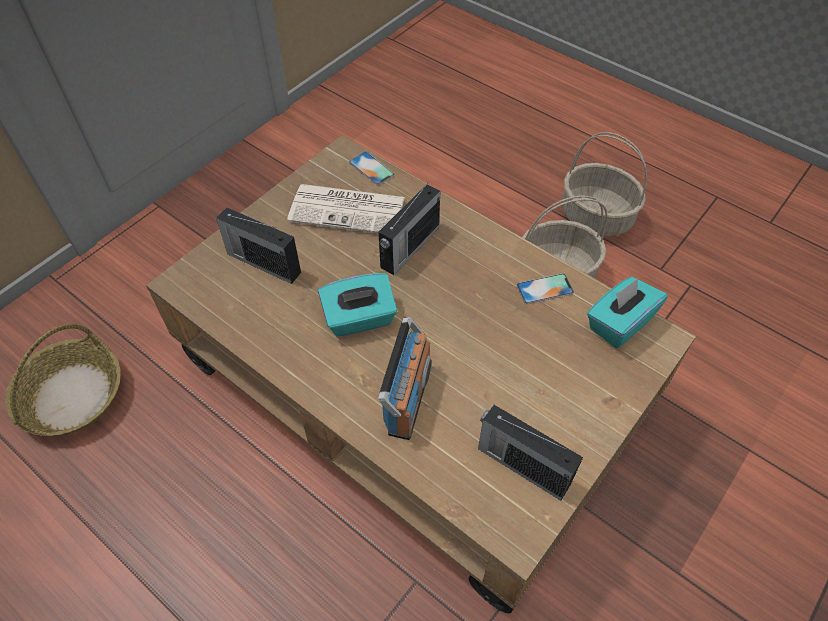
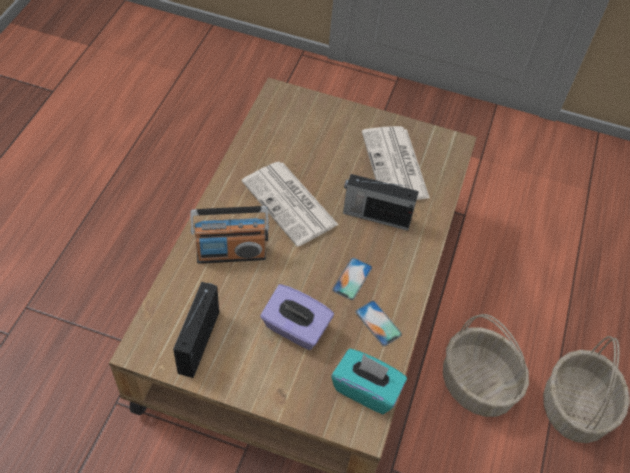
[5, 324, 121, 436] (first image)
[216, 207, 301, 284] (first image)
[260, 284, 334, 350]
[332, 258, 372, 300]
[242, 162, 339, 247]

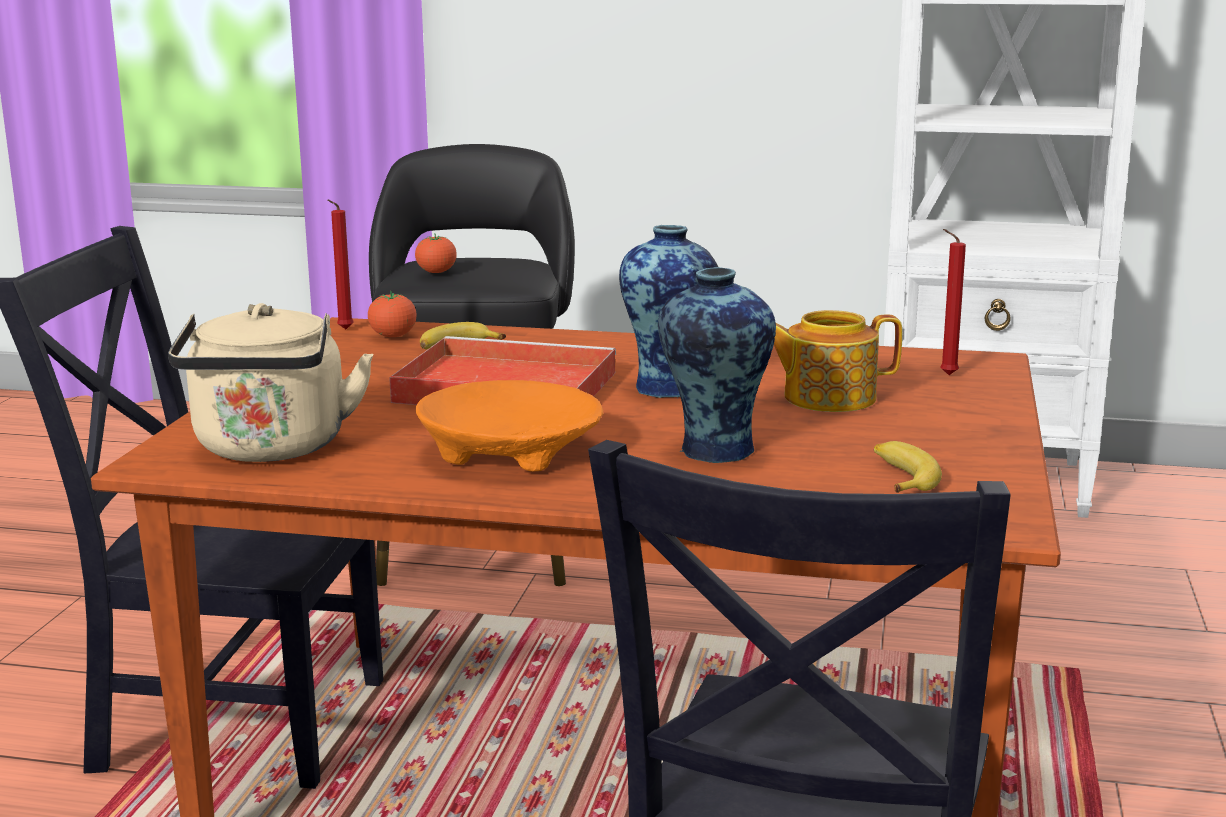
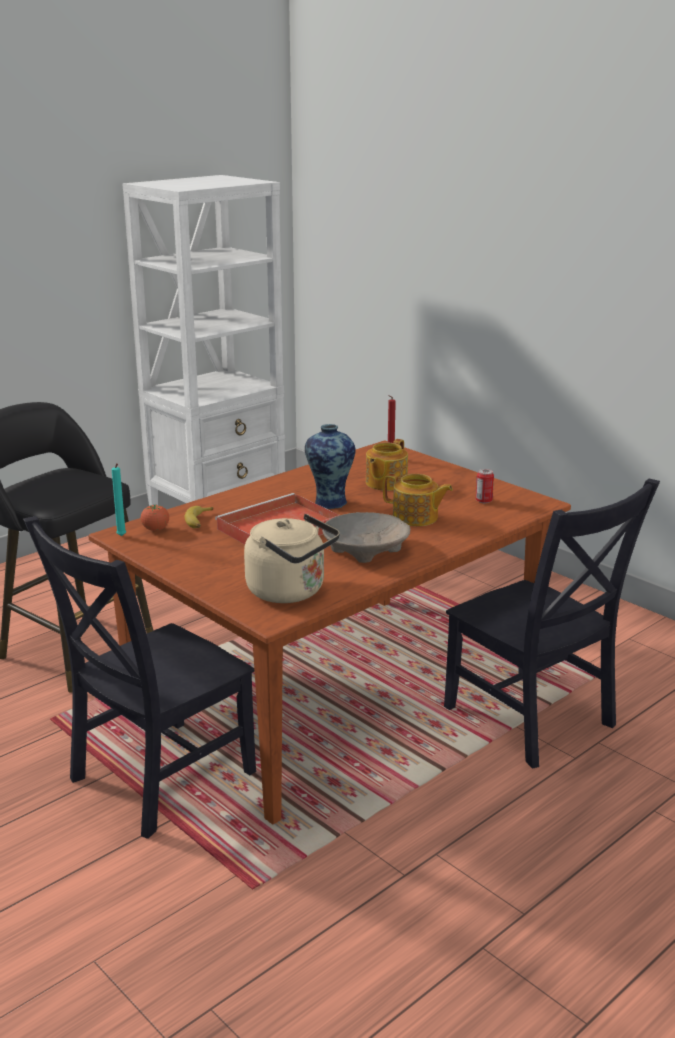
[415, 234, 457, 273] (first image)
[383, 474, 453, 526]
[476, 469, 494, 503]
[112, 463, 126, 536]
[322, 512, 410, 563]

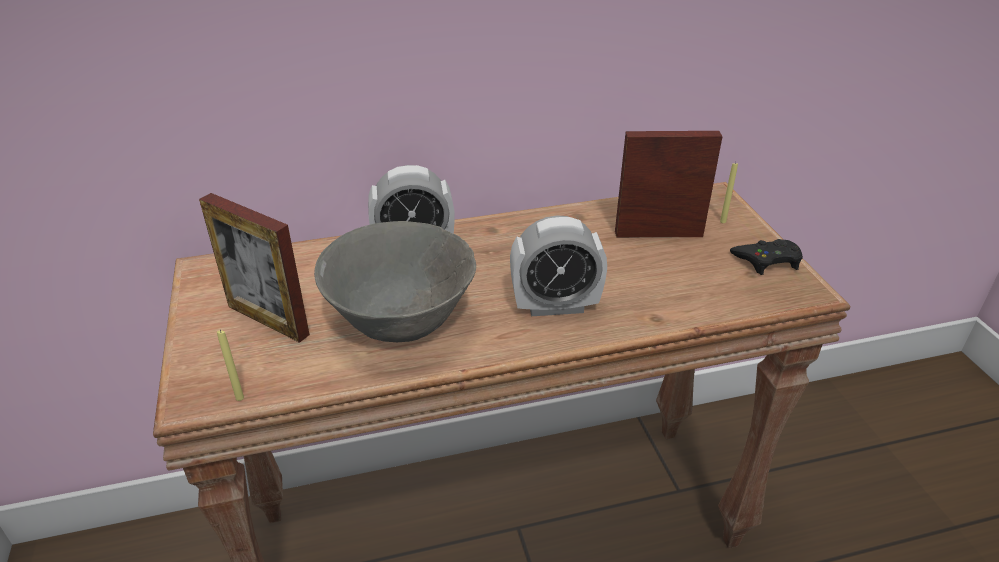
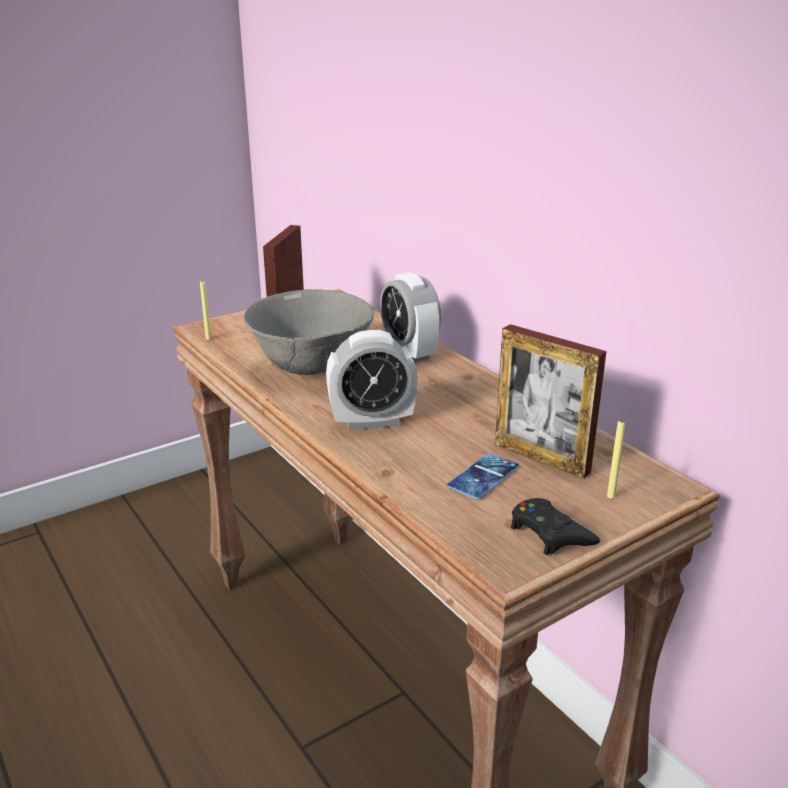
[447, 453, 519, 500]
[326, 330, 418, 430]
[495, 324, 606, 478]

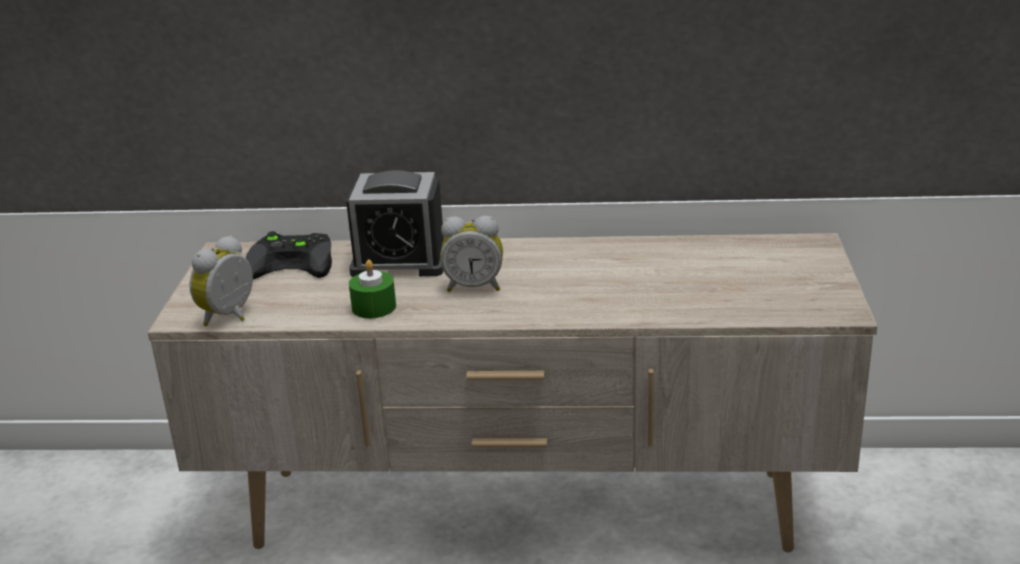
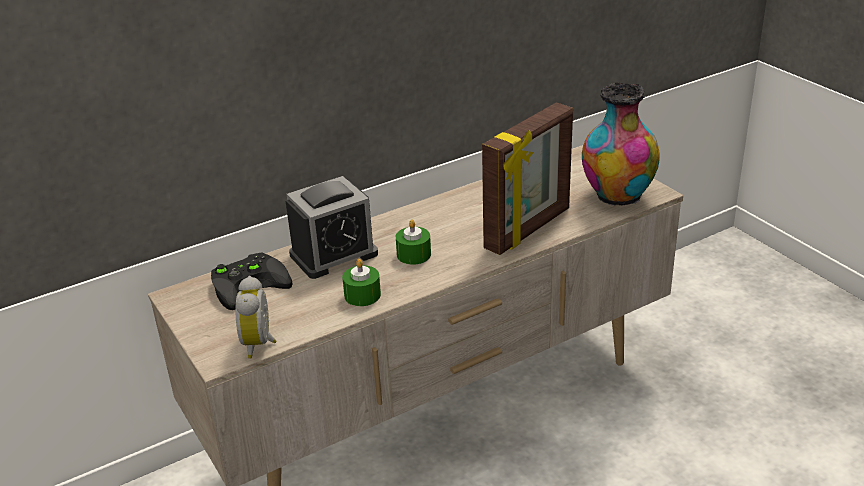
[482, 103, 573, 255]
[582, 83, 660, 207]
[396, 219, 431, 265]

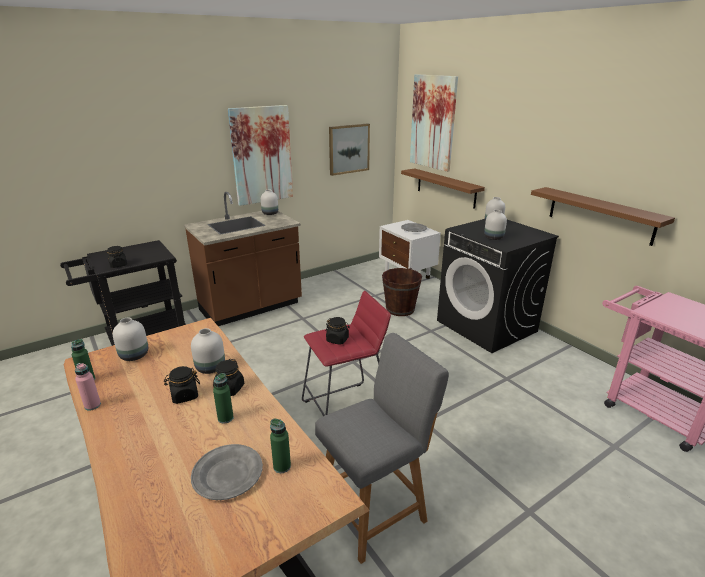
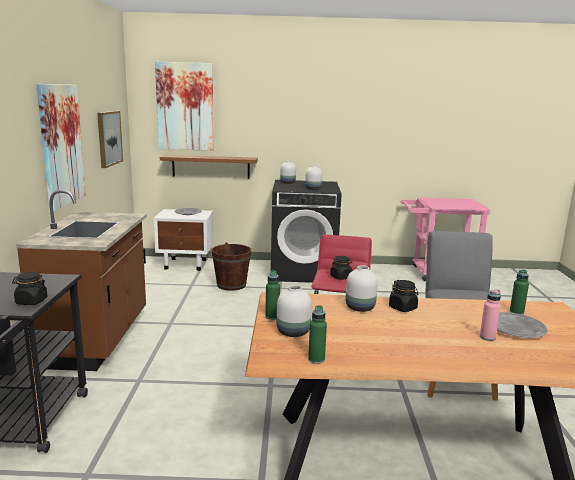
[164, 366, 200, 404] (first image)
[261, 190, 278, 215] (first image)
[531, 187, 675, 246] (first image)
[480, 289, 501, 341]
[265, 270, 280, 320]

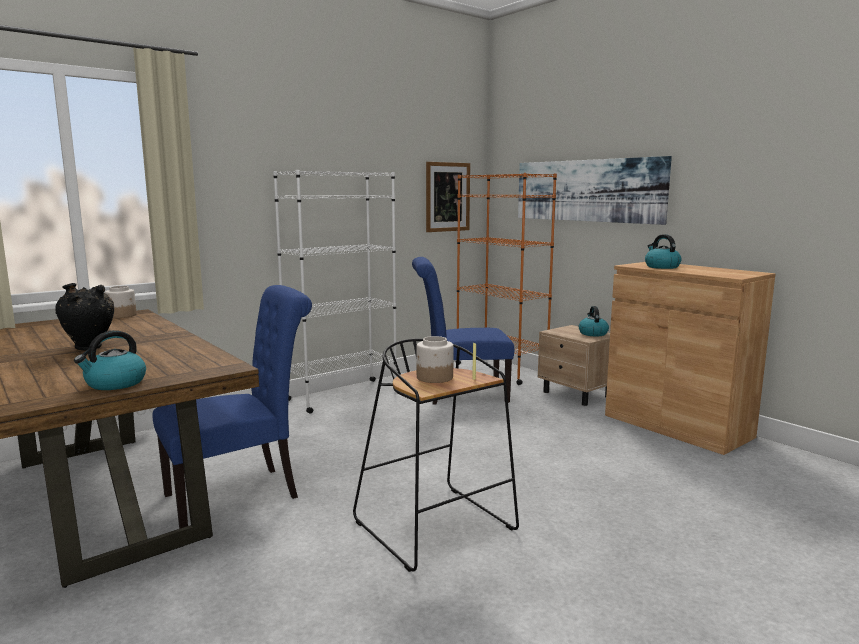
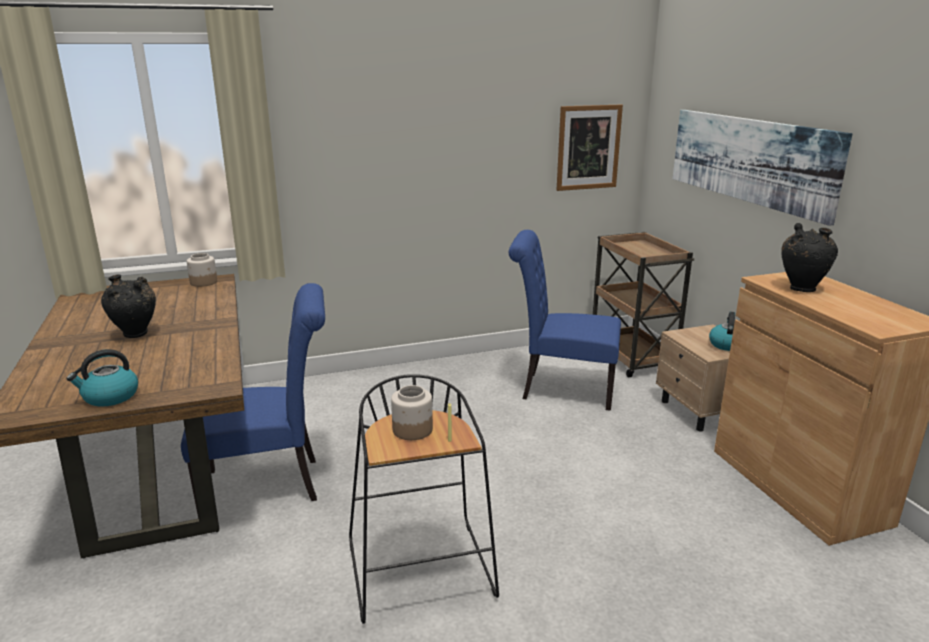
[273, 170, 397, 414] (first image)
[593, 232, 694, 377]
[781, 223, 838, 292]

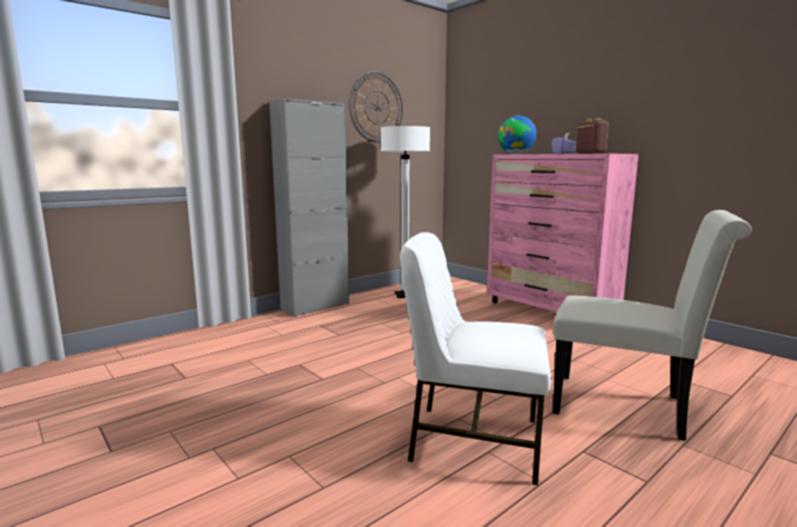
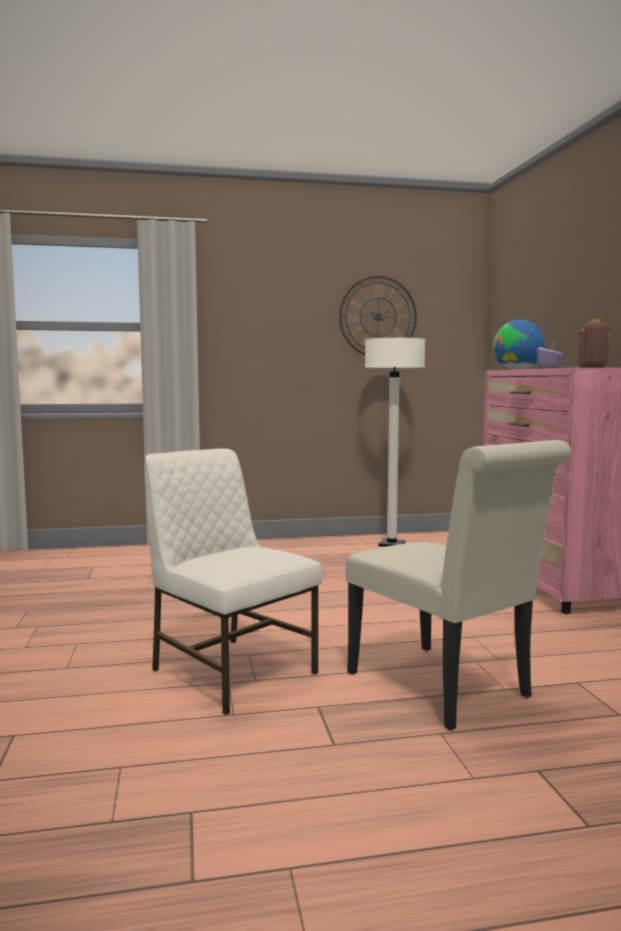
[269, 98, 349, 317] (first image)

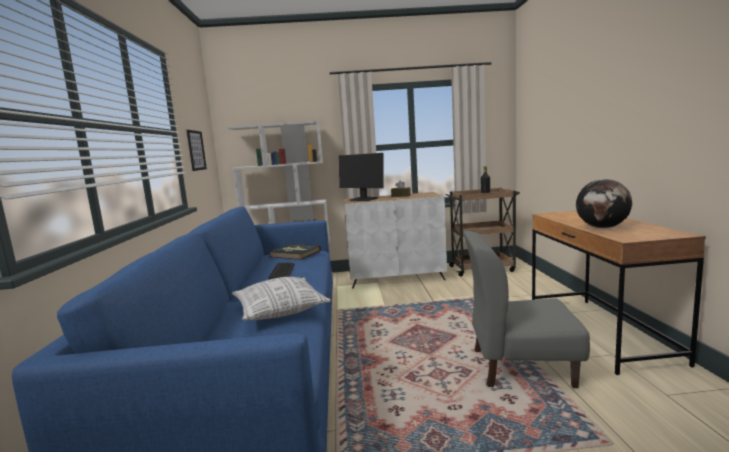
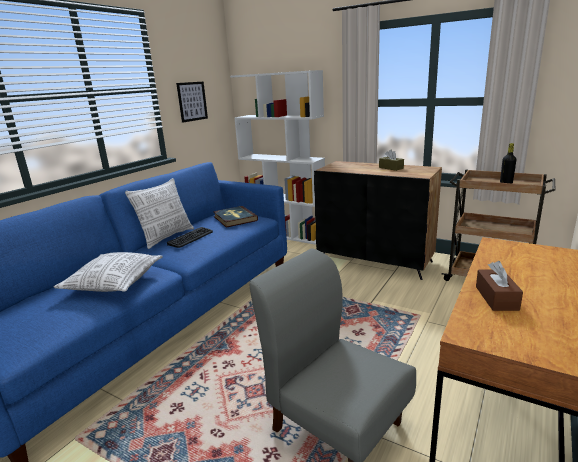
[339, 153, 384, 201] (first image)
[125, 178, 194, 249]
[476, 261, 523, 311]
[314, 161, 442, 280]

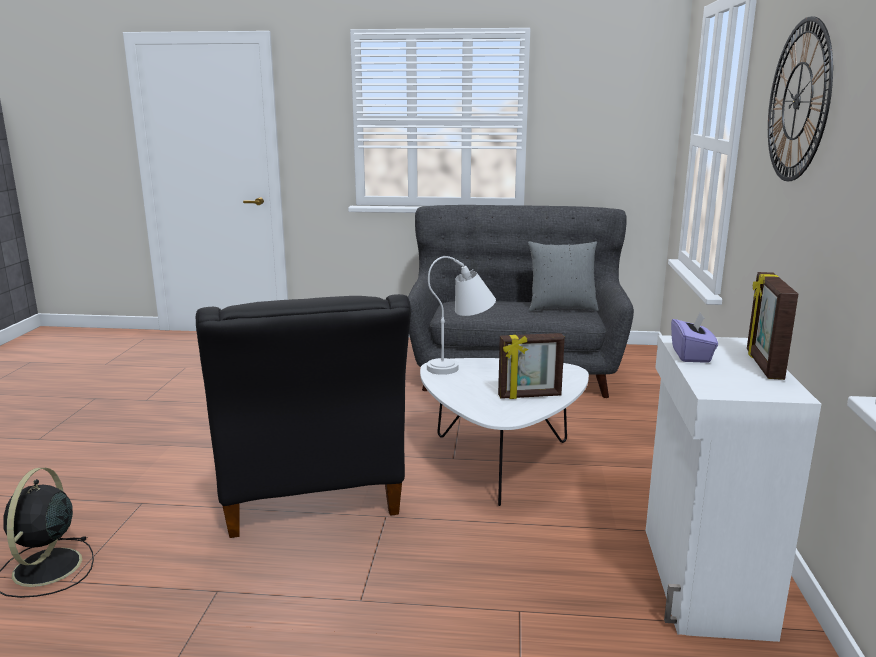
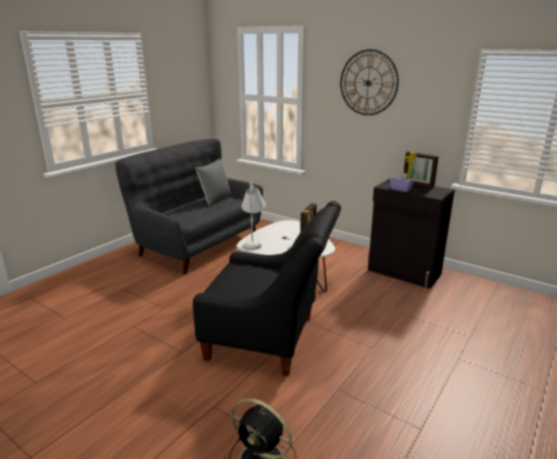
[368, 179, 455, 289]

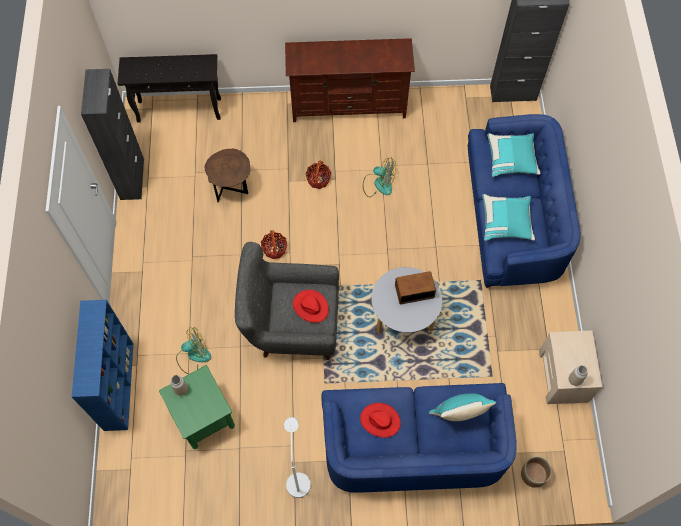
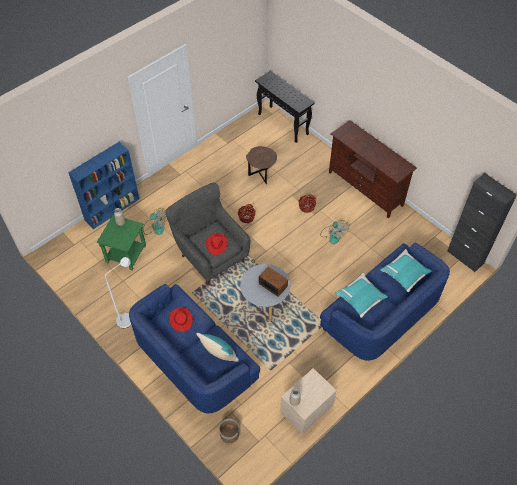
[81, 69, 144, 200] (first image)

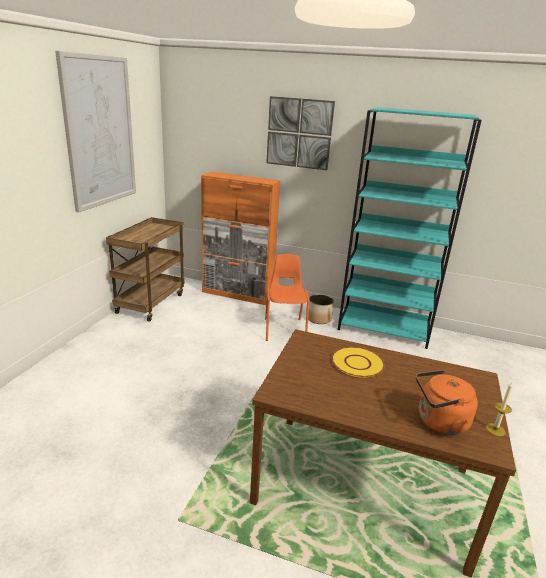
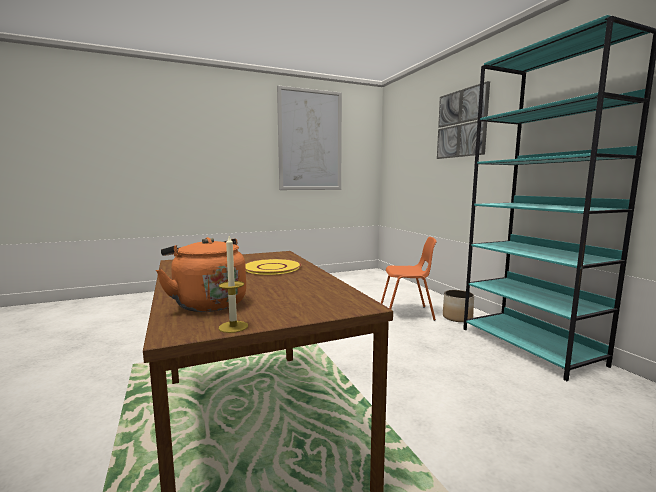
[106, 217, 185, 322] (first image)
[201, 172, 281, 305] (first image)
[381, 237, 437, 321]

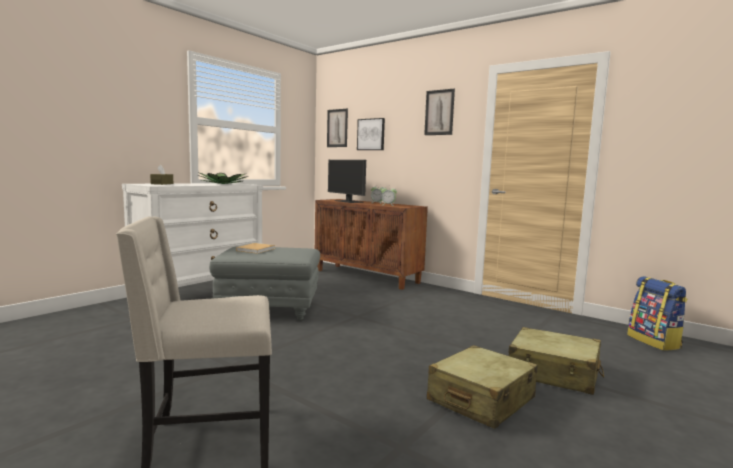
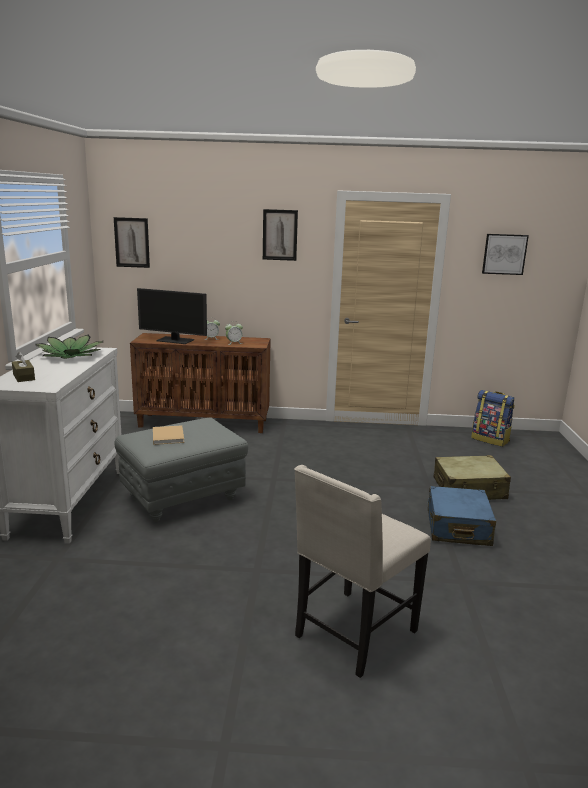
[482, 234, 529, 275]
[427, 486, 496, 546]

